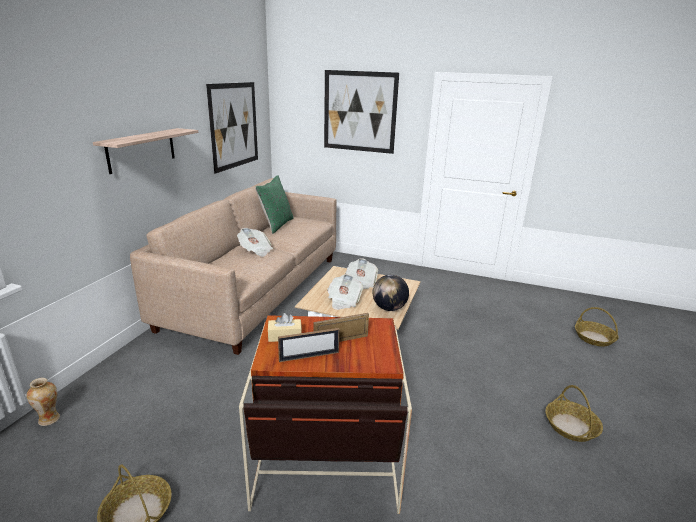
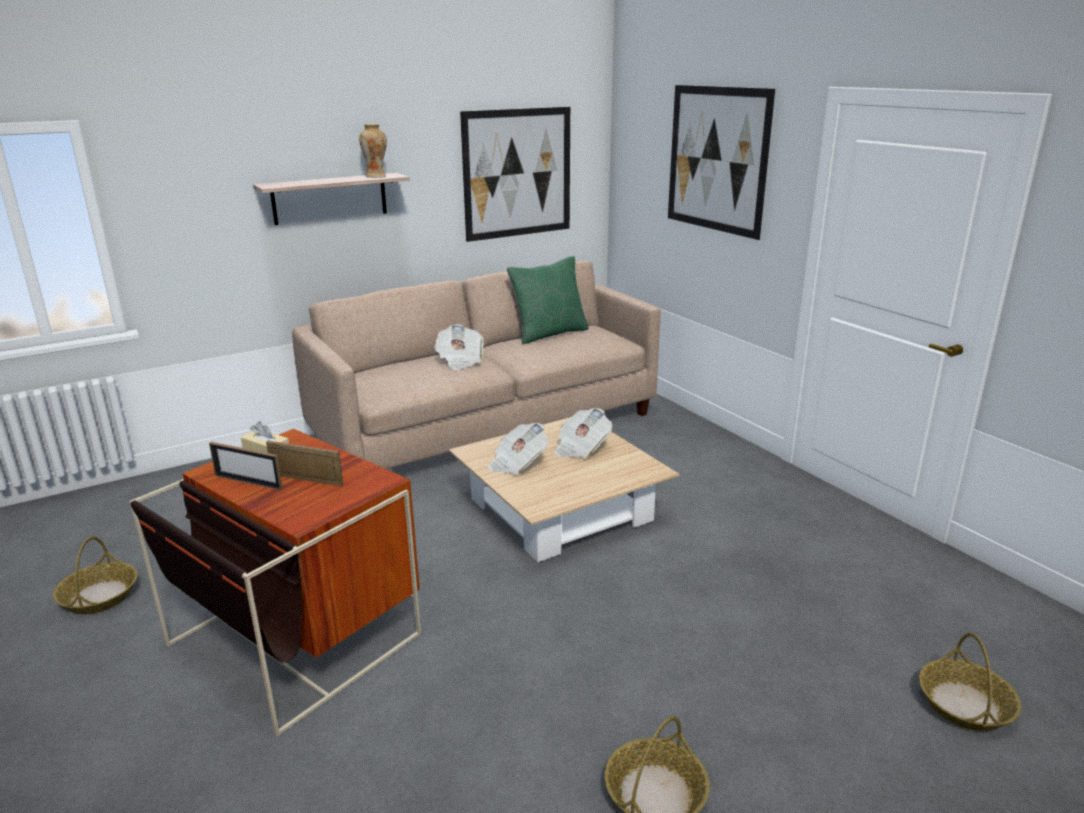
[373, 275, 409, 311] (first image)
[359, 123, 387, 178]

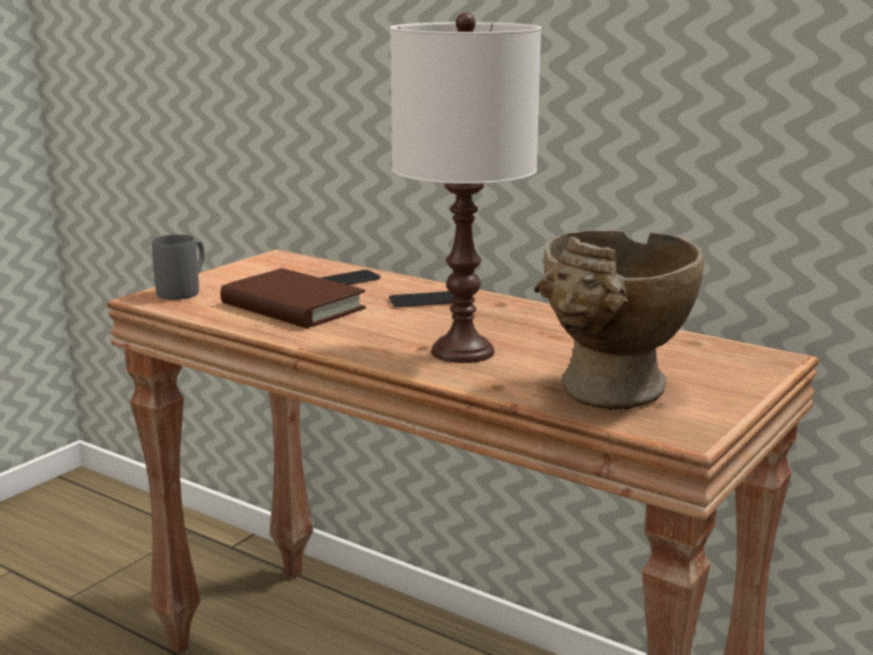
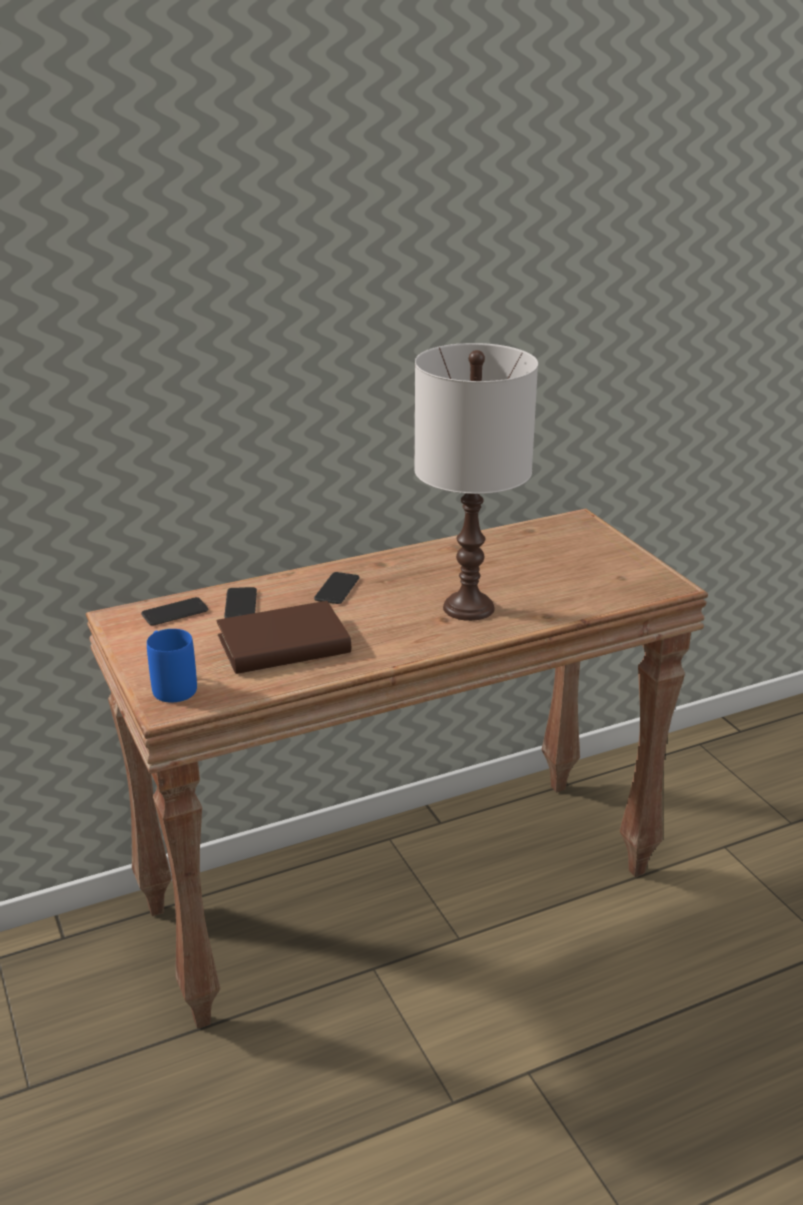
[534, 230, 704, 410] (first image)
[141, 597, 208, 626]
[147, 629, 197, 703]

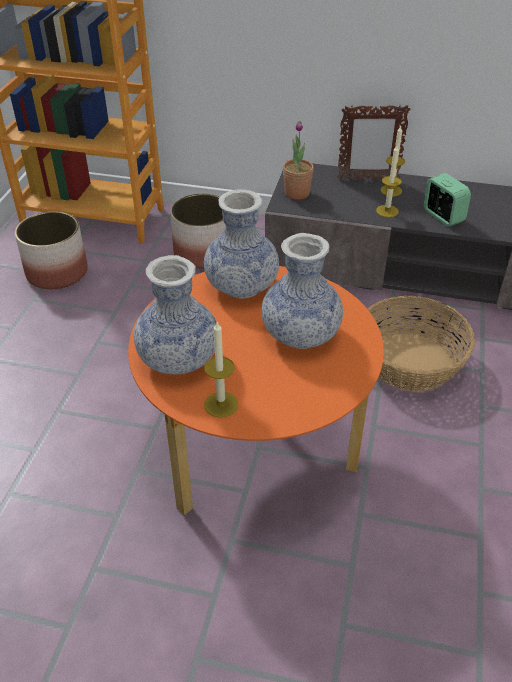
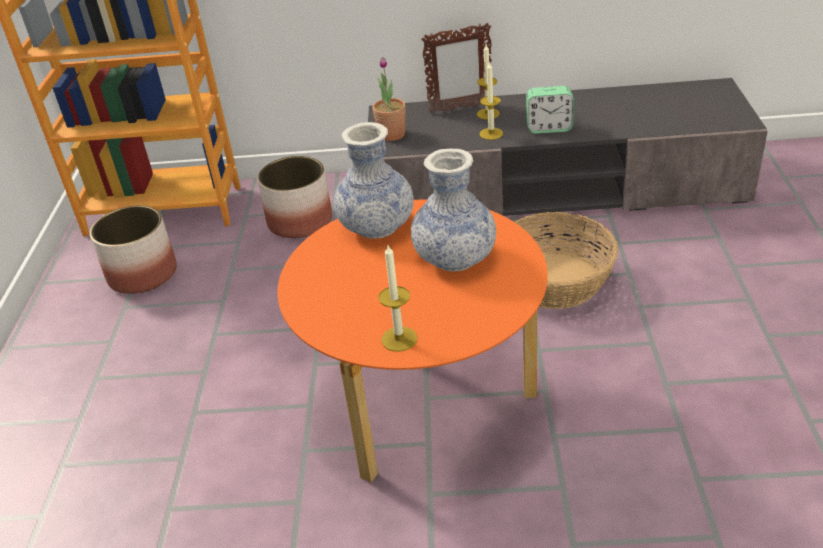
[134, 255, 217, 375] (first image)
[526, 86, 574, 134]

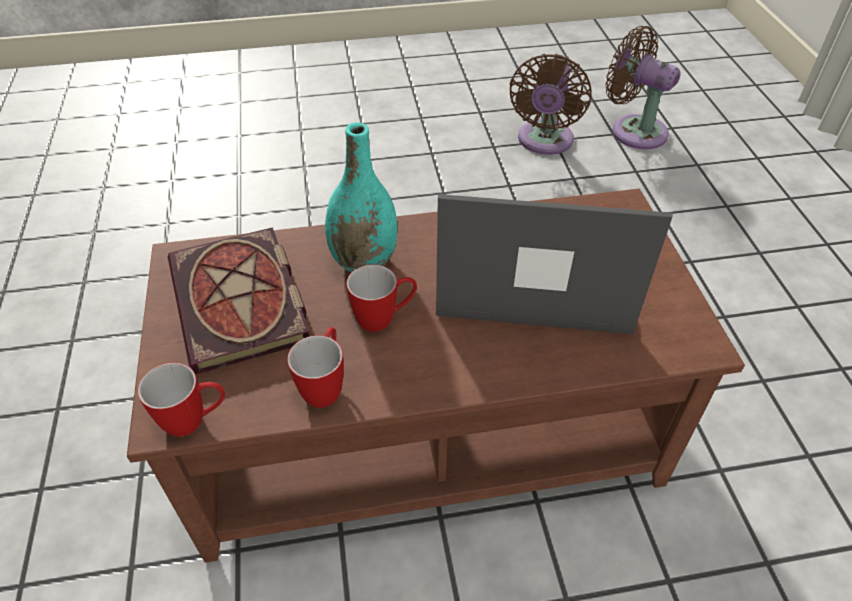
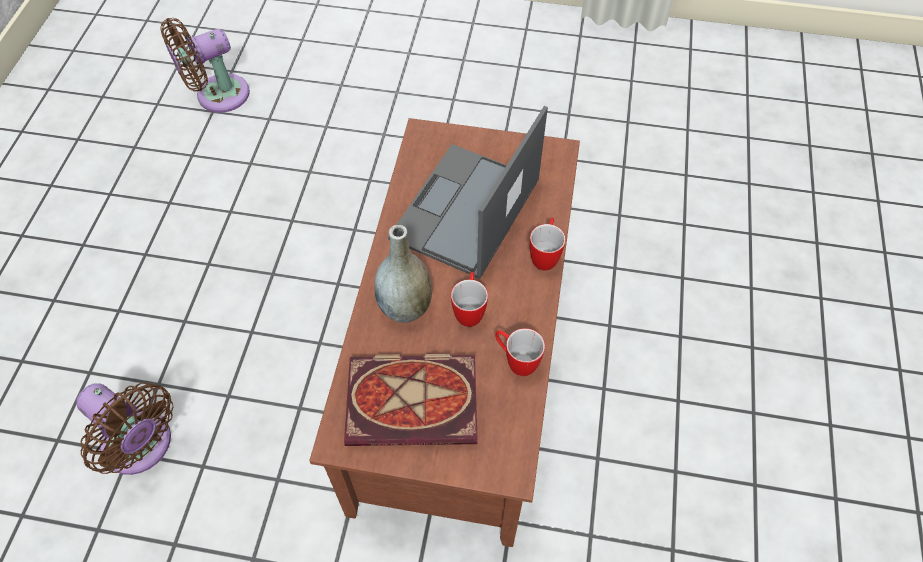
[530, 218, 566, 270]
[76, 383, 174, 475]
[374, 225, 432, 323]

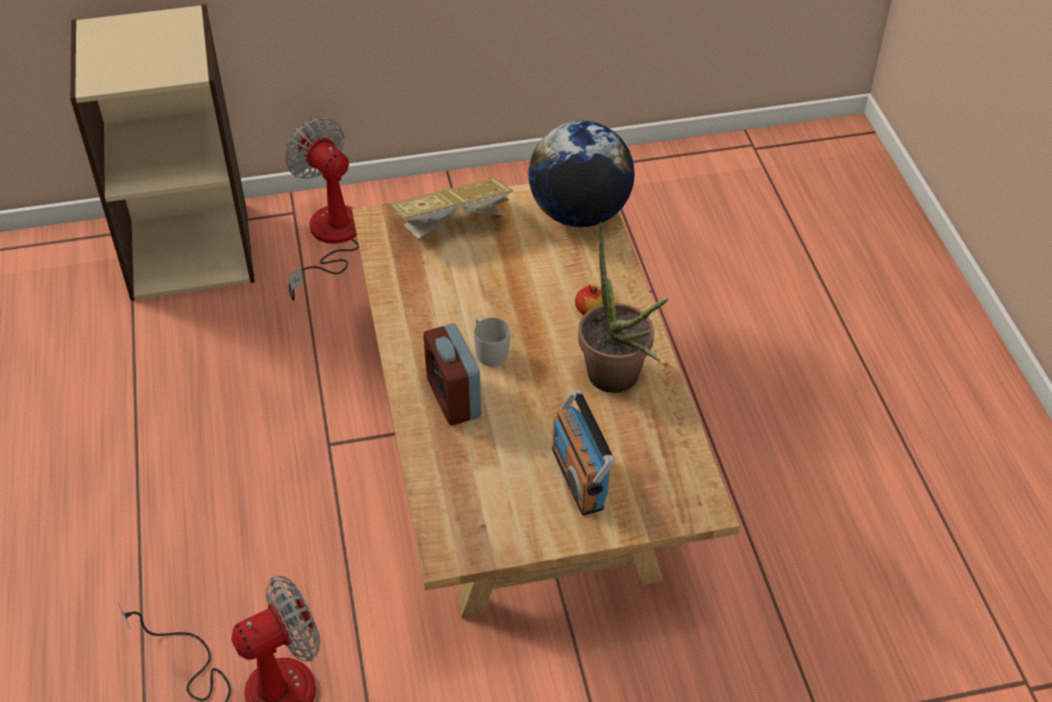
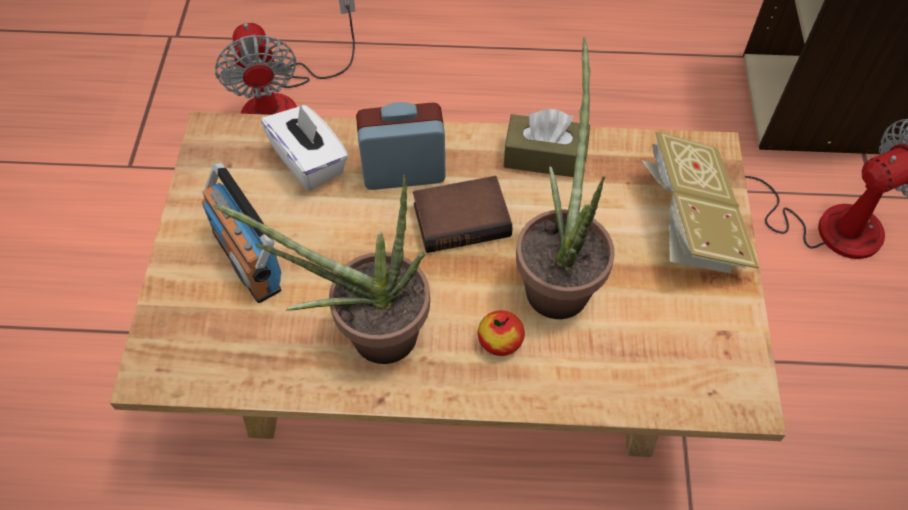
[529, 121, 634, 227] (first image)
[261, 104, 349, 191]
[504, 109, 590, 177]
[516, 37, 615, 319]
[413, 176, 513, 253]
[201, 163, 281, 303]

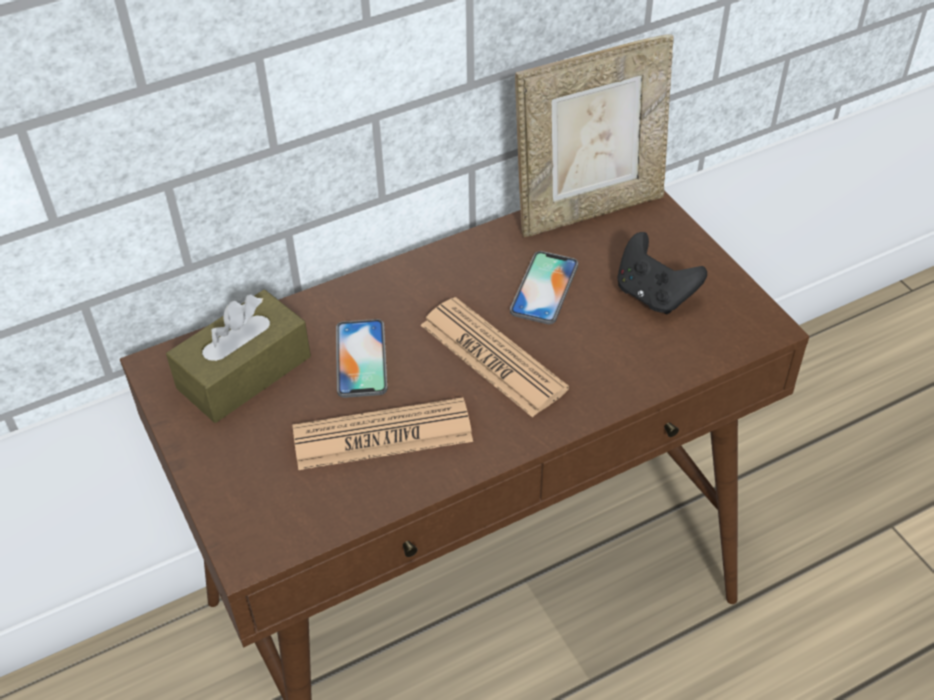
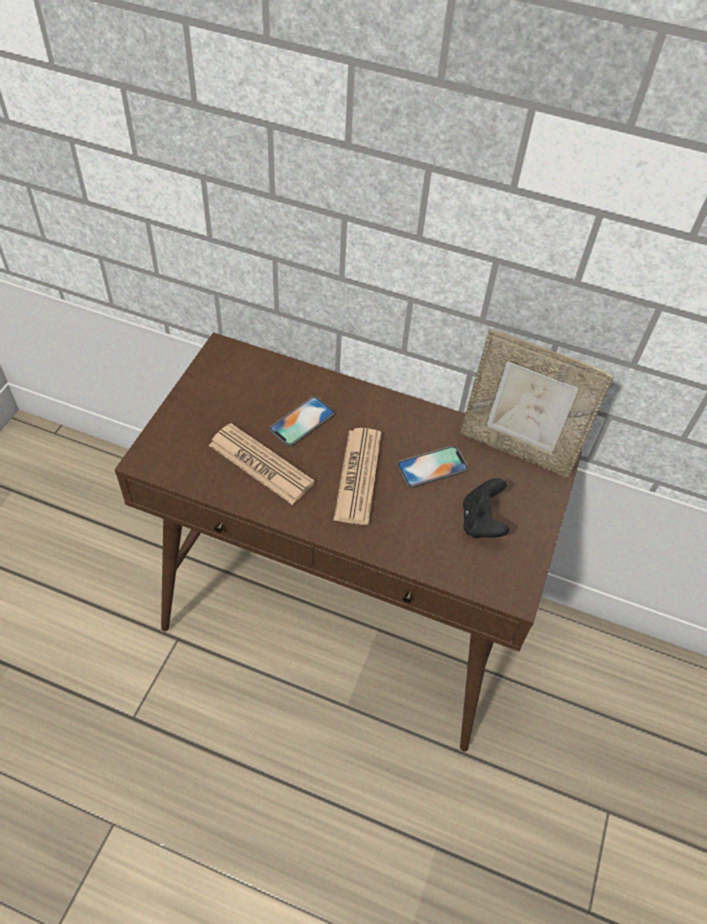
[166, 290, 311, 423] (first image)

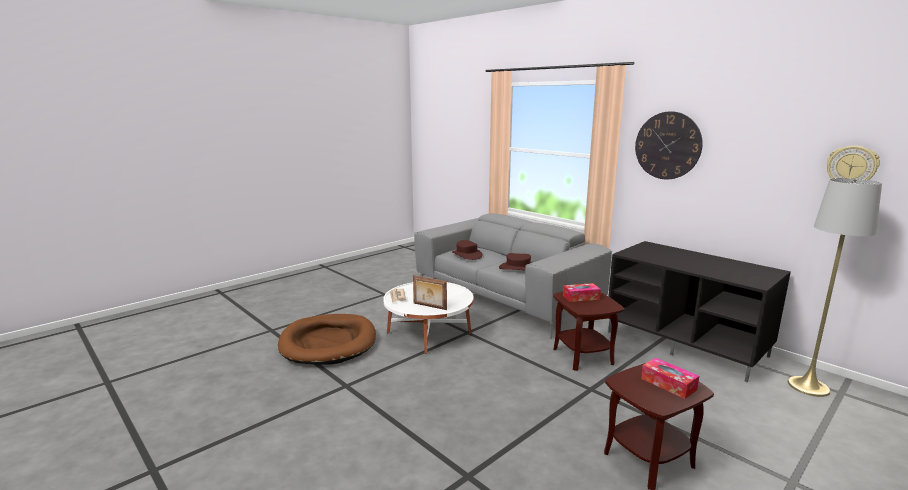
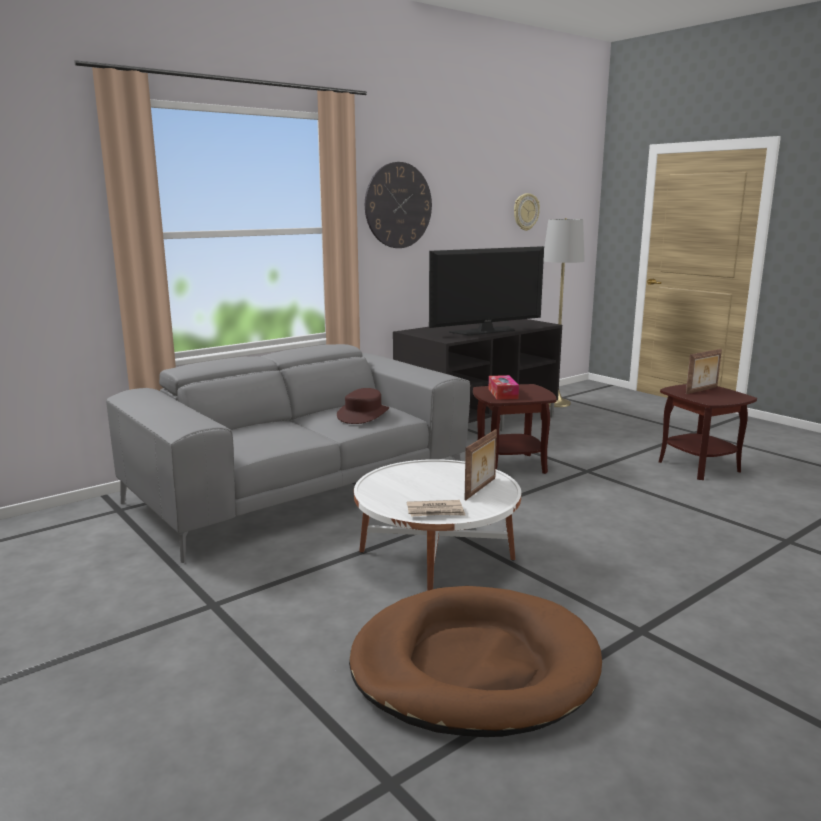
[452, 240, 483, 260] (first image)
[429, 246, 544, 336]
[686, 349, 722, 394]

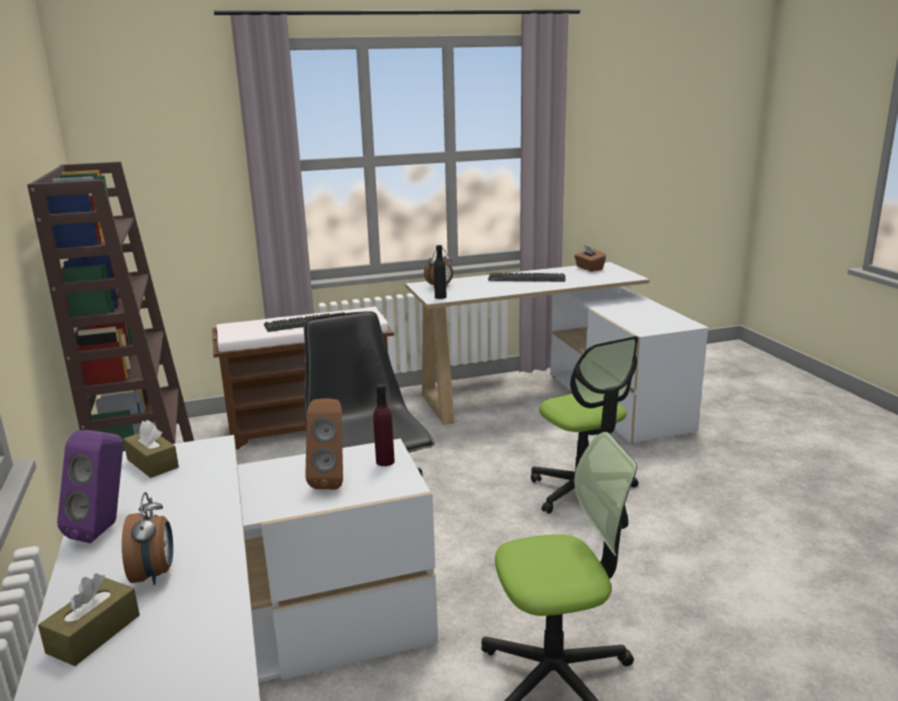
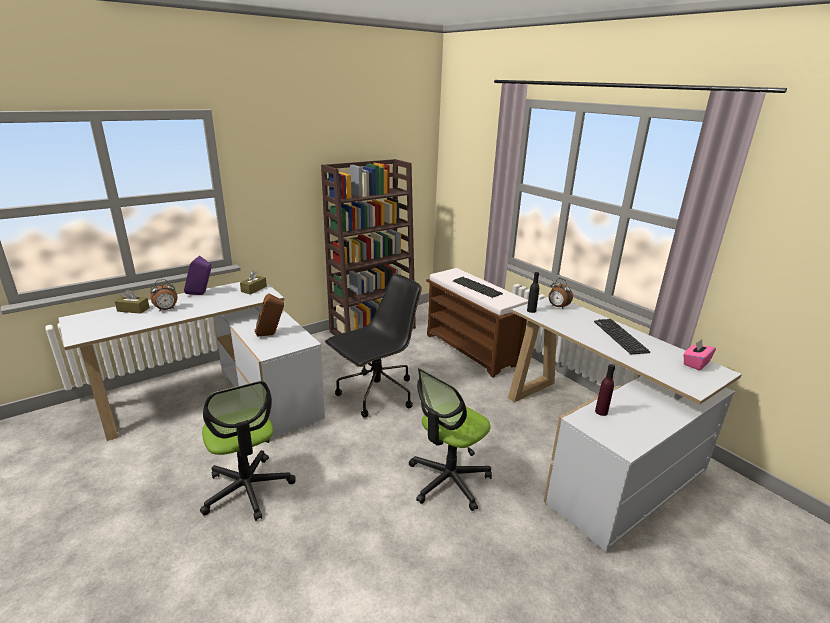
[595, 364, 615, 416]
[683, 340, 716, 370]

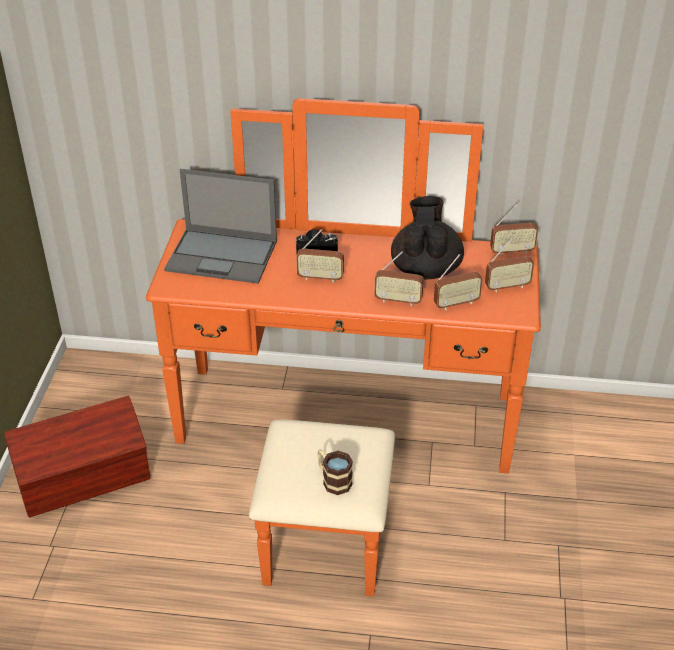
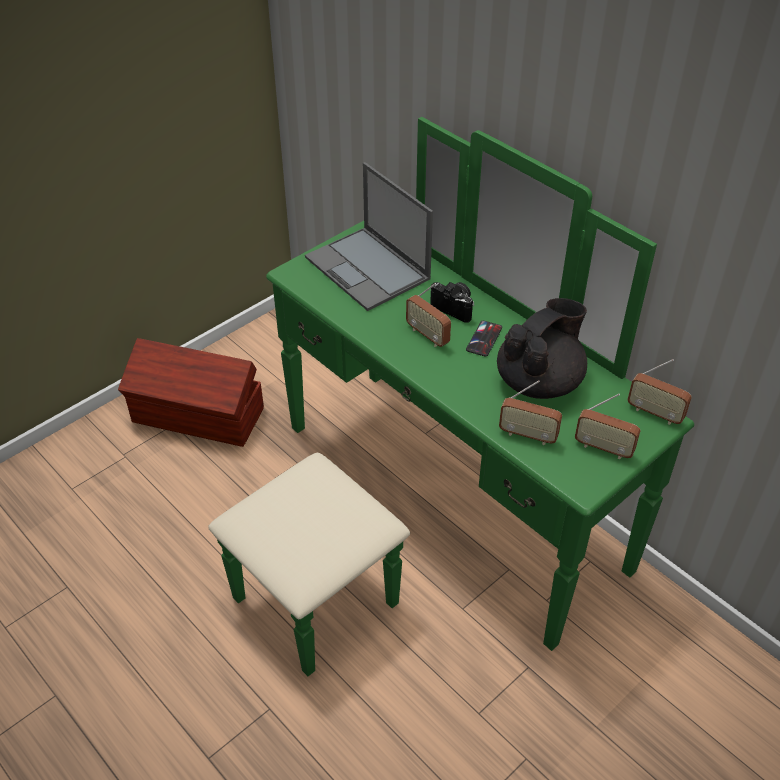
[317, 449, 353, 495] (first image)
[374, 251, 424, 306] (first image)
[466, 321, 502, 357]
[208, 117, 694, 676]

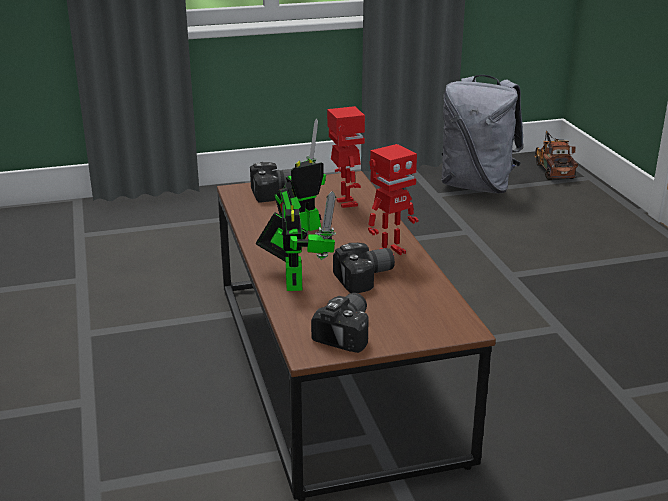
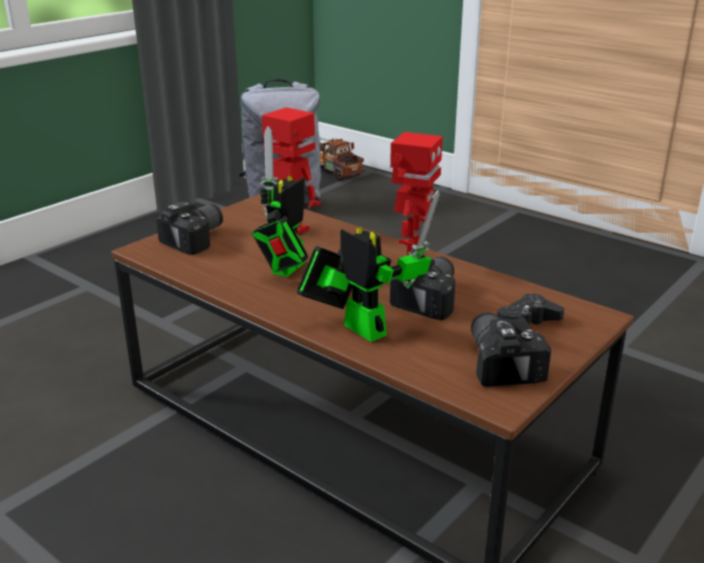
[497, 294, 564, 335]

